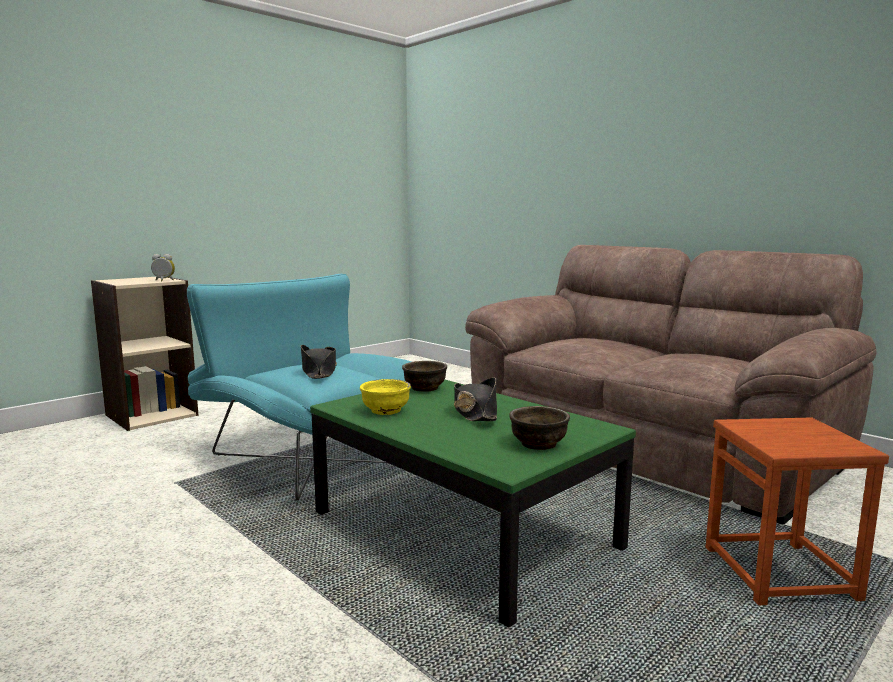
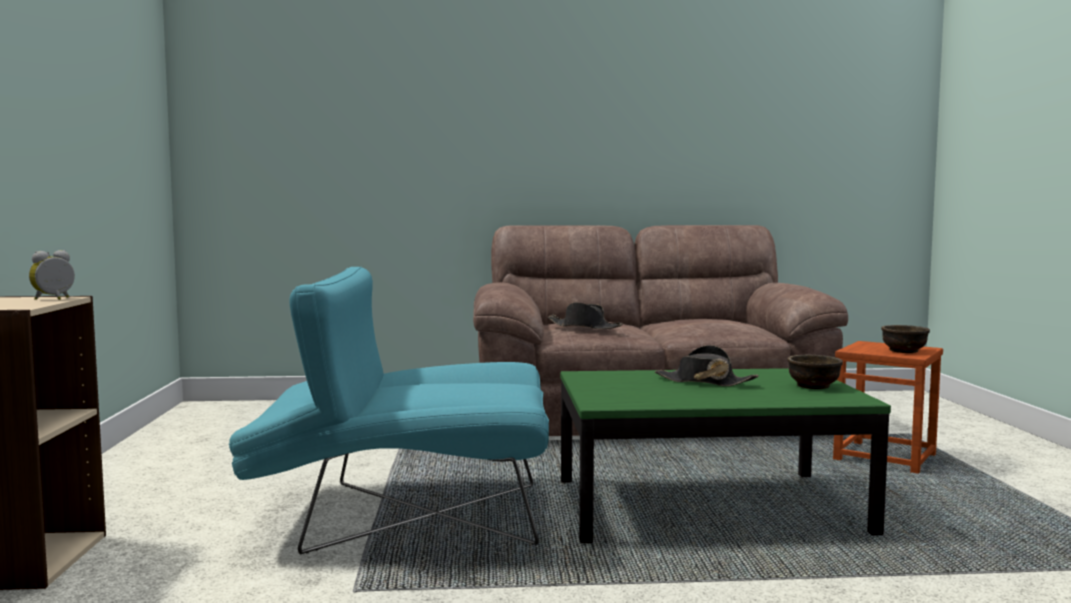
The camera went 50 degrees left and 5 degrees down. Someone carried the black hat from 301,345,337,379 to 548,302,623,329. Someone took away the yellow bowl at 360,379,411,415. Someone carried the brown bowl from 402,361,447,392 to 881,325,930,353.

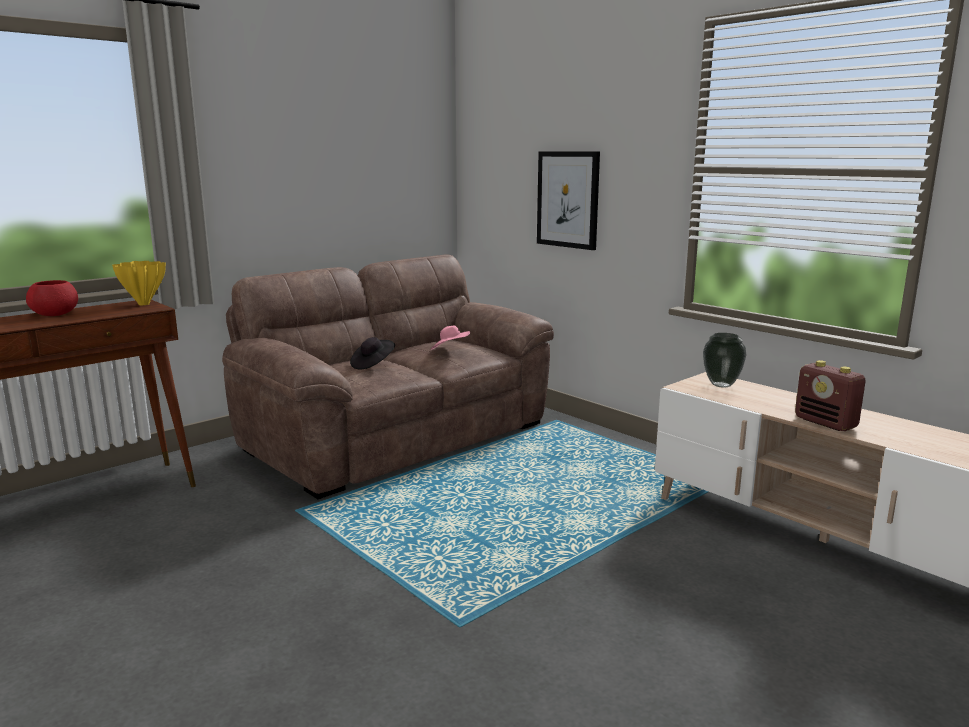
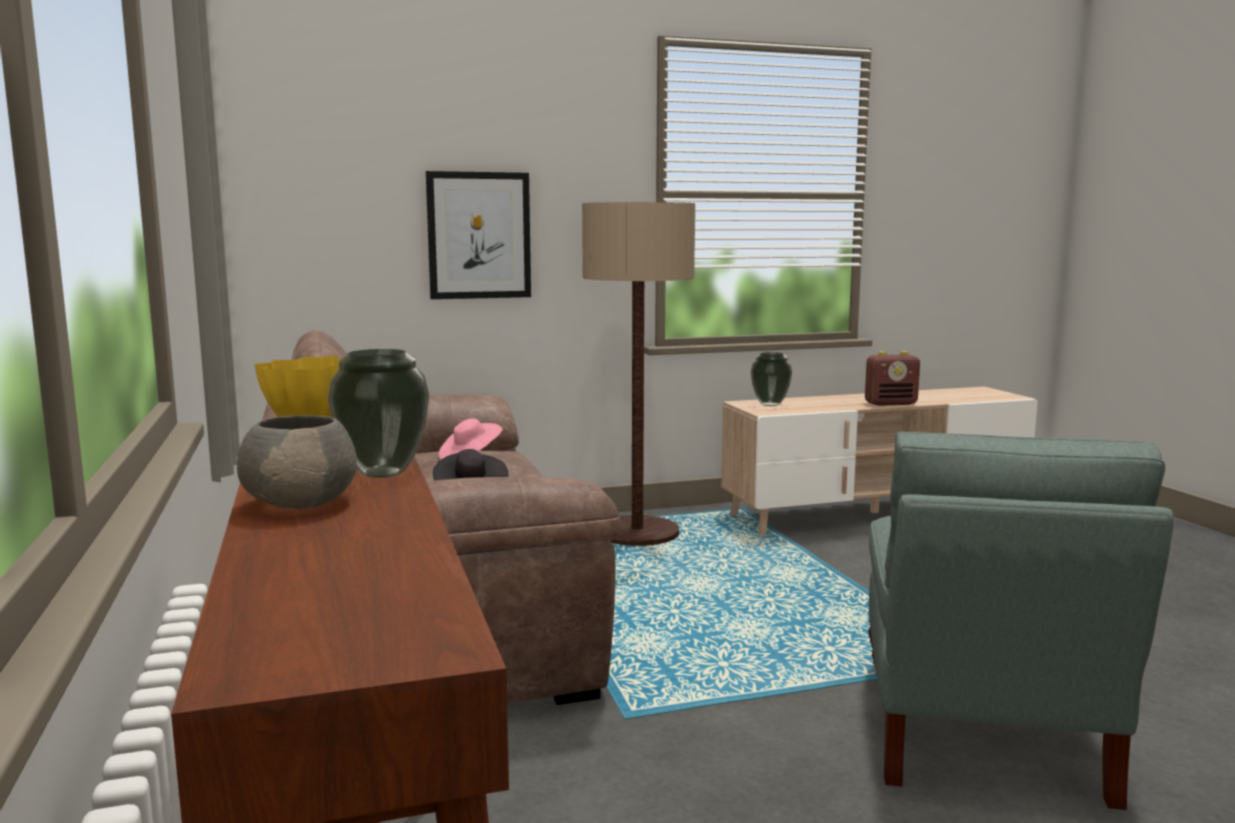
The camera went 65 degrees left and 5 degrees down. Someone repainted the red bowl at 26,280,78,316, which became the grey bowl at 237,415,357,509. Someone put down the vase at 328,349,429,478. Someone put down the floor lamp at 582,202,695,546. Someone put down the grey armchair at 868,432,1173,810.

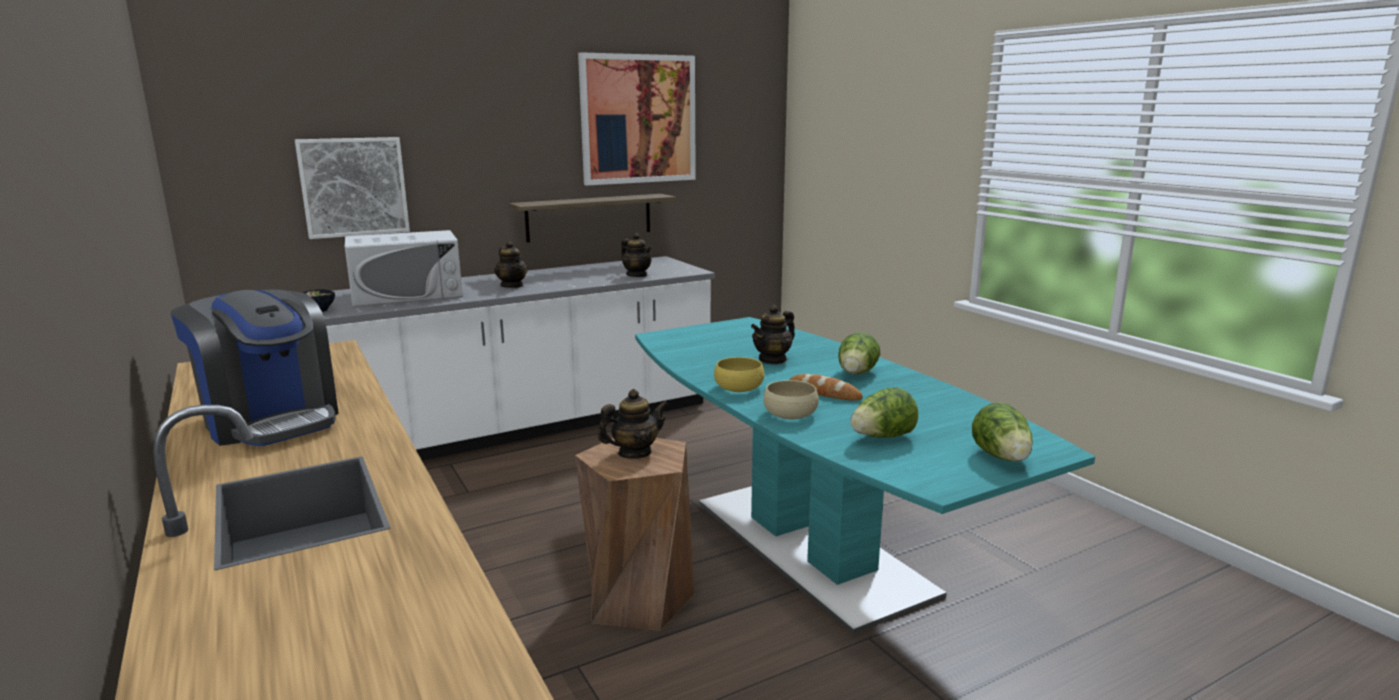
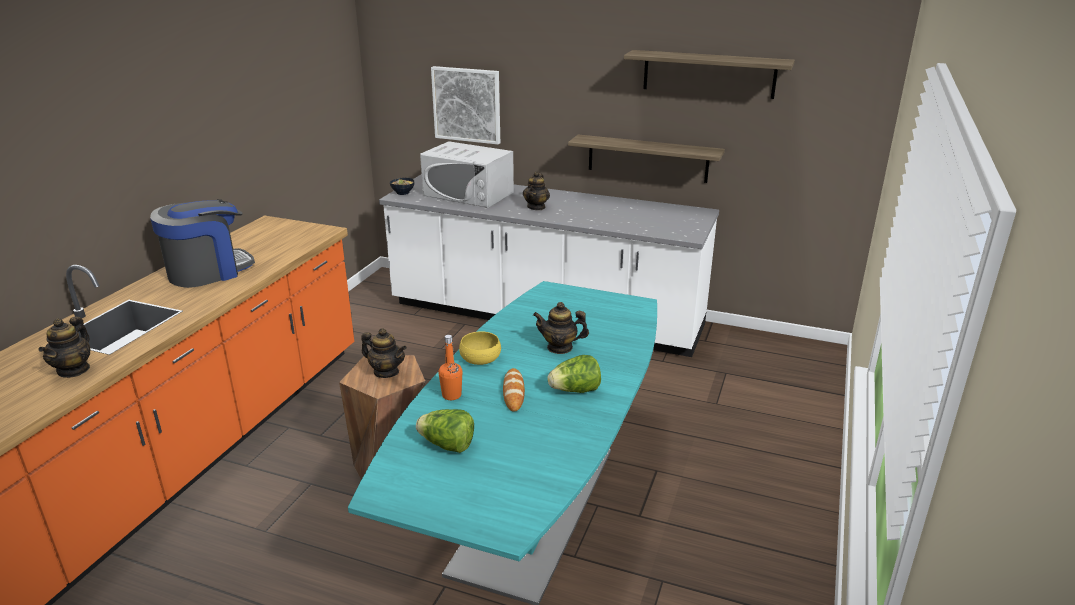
The camera went 50 degrees right and 10 degrees up. Someone rotated the coffee machine at 171,290,339,446 by 135 degrees counterclockwise. Someone swapped the picture at 578,52,696,186 for the shelf at 624,50,795,99. Someone carried the teapot from 621,233,652,277 to 39,317,90,378. Someone swapped the beige bowl at 763,380,819,419 for the orange bottle at 438,335,462,400. Someone took away the lettuce at 972,402,1033,461.

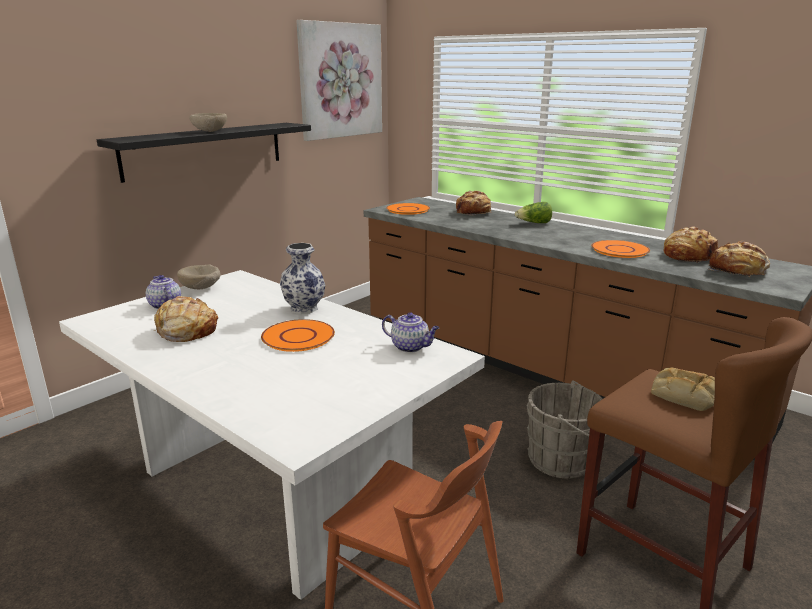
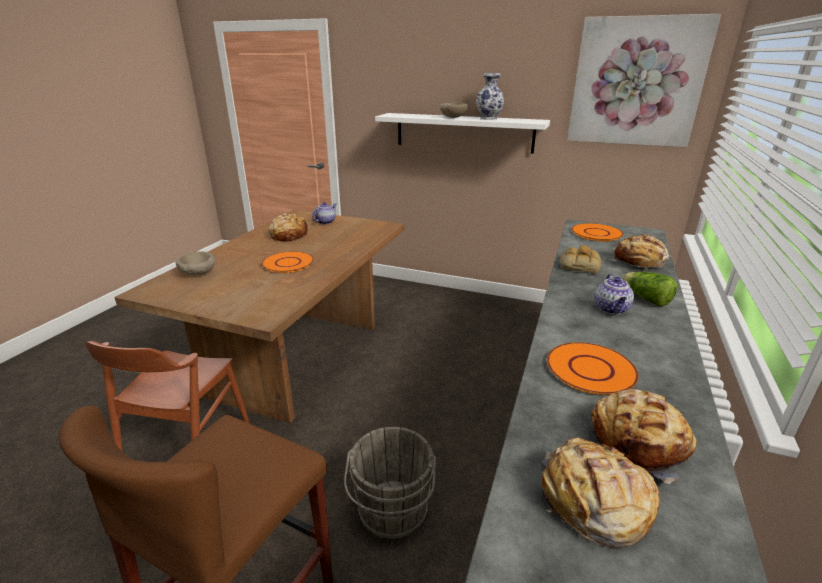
The camera went 70 degrees right and 5 degrees up. Someone repainted the white dining table at 59,270,485,600, which became the brown dining table at 114,210,404,423. Someone repainted the black shelf at 97,123,311,183, which became the white shelf at 375,113,550,154. Someone carried the beige bowl from 177,264,220,289 to 176,251,216,275. Someone carried the vase from 280,243,325,314 to 476,73,504,120. Someone carried the teapot from 382,312,439,353 to 595,274,634,314. Someone carried the bread from 651,368,715,411 to 560,245,602,274.

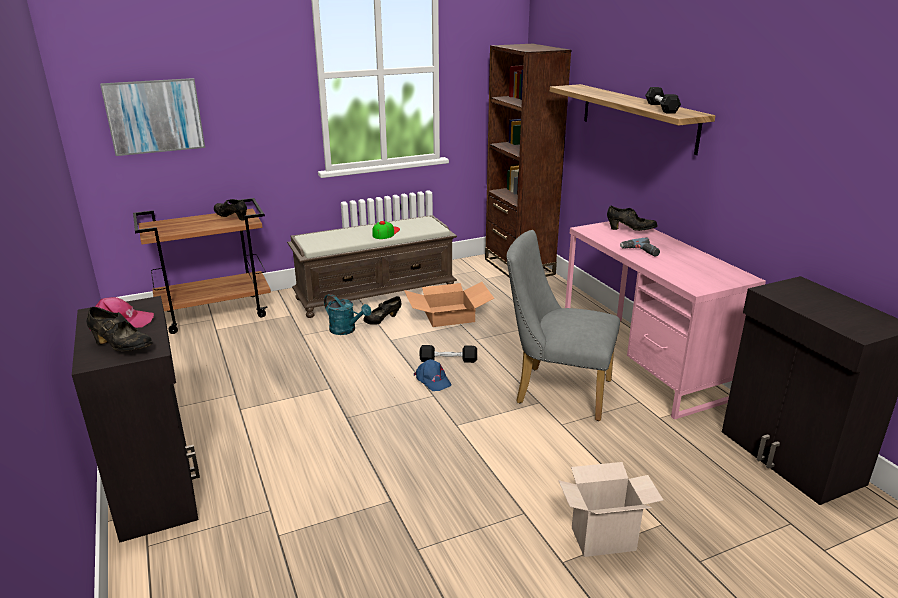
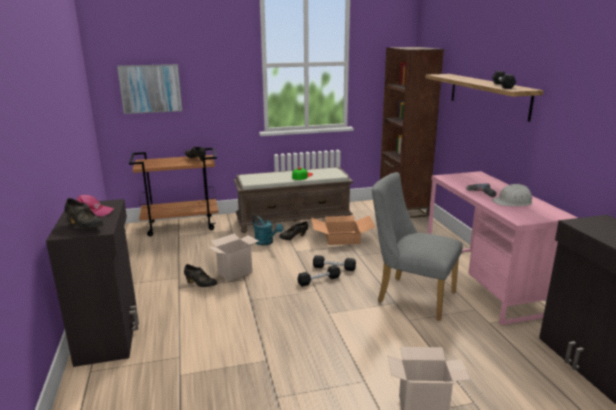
The camera went 10 degrees right and 5 degrees down. Someone swapped the blue cap at 414,359,451,391 for the black dumbbell at 297,265,341,287. Someone carried the black shoe from 607,205,658,231 to 184,264,217,287. Someone put down the cardboard box at 207,233,258,281. Someone put down the white hard hat at 492,184,532,206.

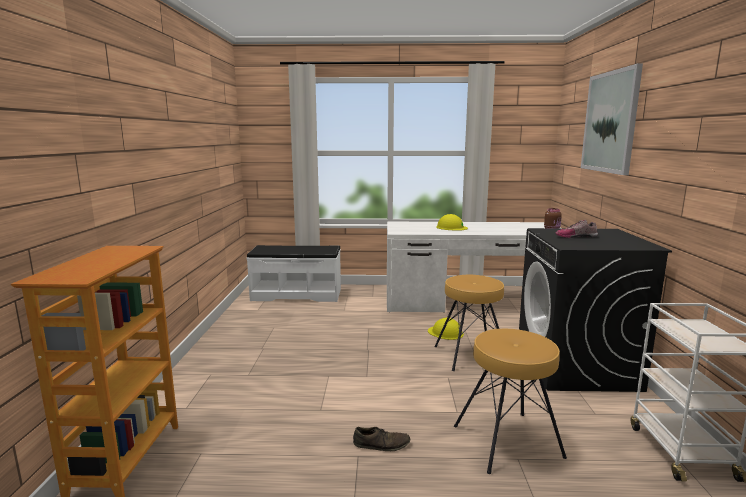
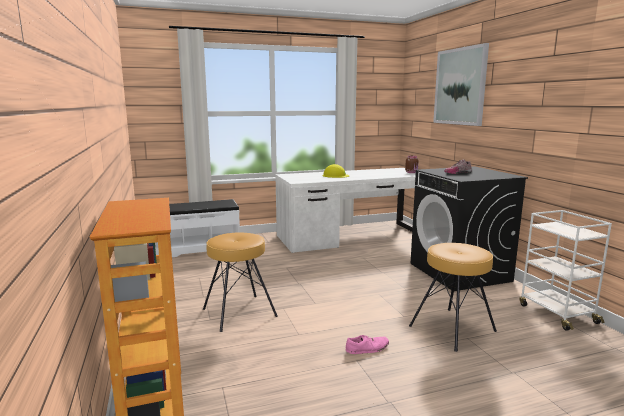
The camera went 20 degrees left and 0 degrees up. Someone repainted the brown shoe at 353,427,410,451, which became the pink shoe at 346,335,389,354. Someone took away the yellow hard hat at 428,318,464,340. Someone carried the brown stool from 434,275,504,371 to 203,232,278,332.

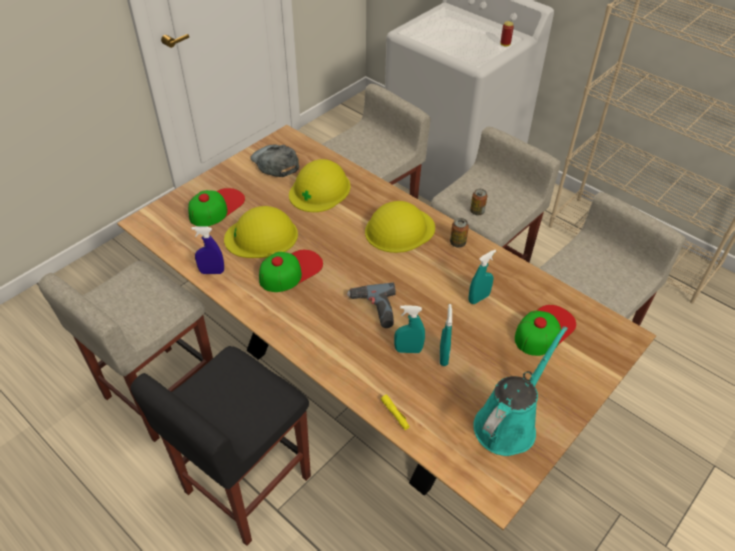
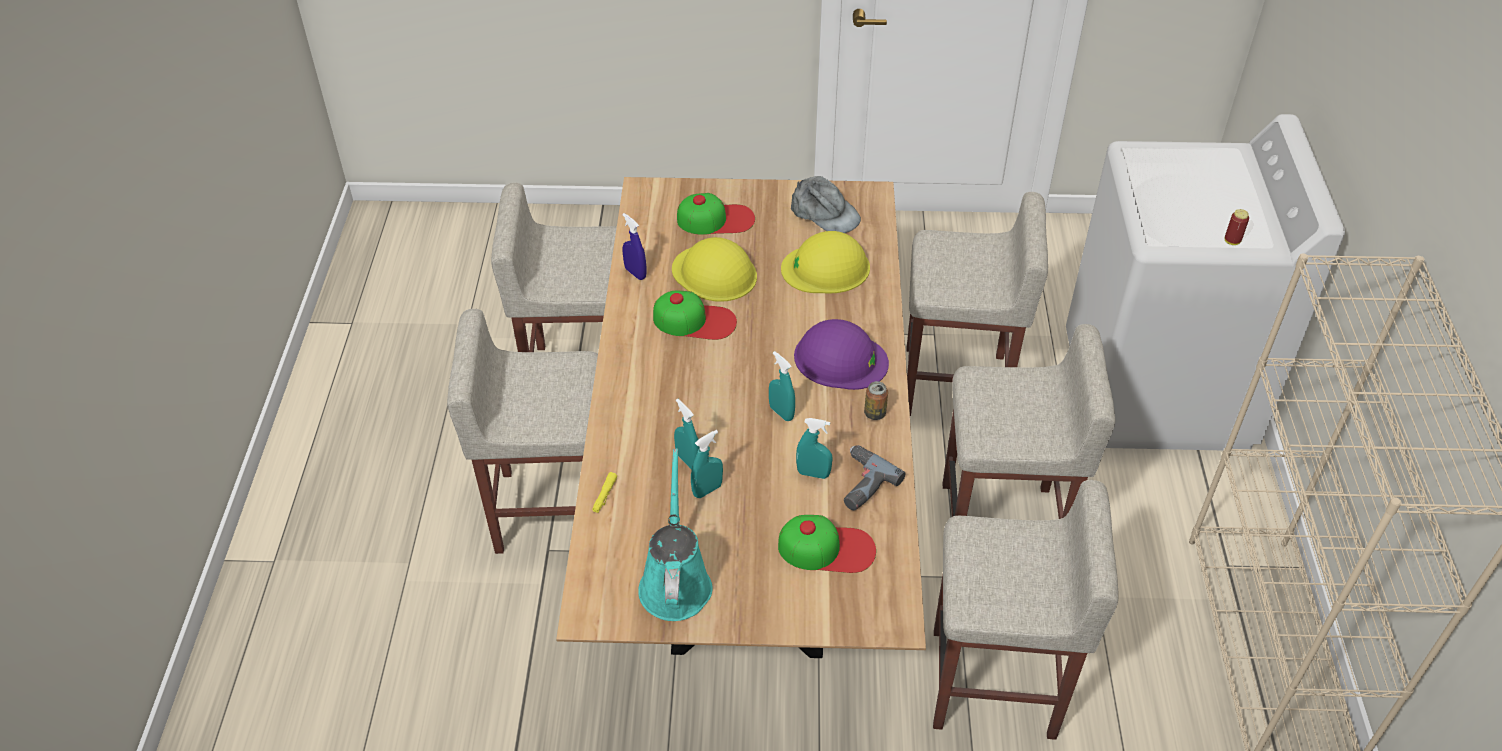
The camera went 50 degrees right and 0 degrees up. Someone repainted the black stool at 131,346,311,546, which became the beige stool at 447,309,598,554. Someone rotated the grey cap at 250,145,299,177 by 120 degrees clockwise. Someone carried the power drill from 347,283,396,328 to 844,445,906,510. Someone repainted the yellow hard hat at 365,201,435,253, which became the purple hard hat at 794,319,889,390. Someone took away the can at 470,189,487,215. Someone rotated the turquoise watering can at 473,326,568,456 by 90 degrees counterclockwise. Someone put down the turquoise spray bottle at 769,351,795,421.

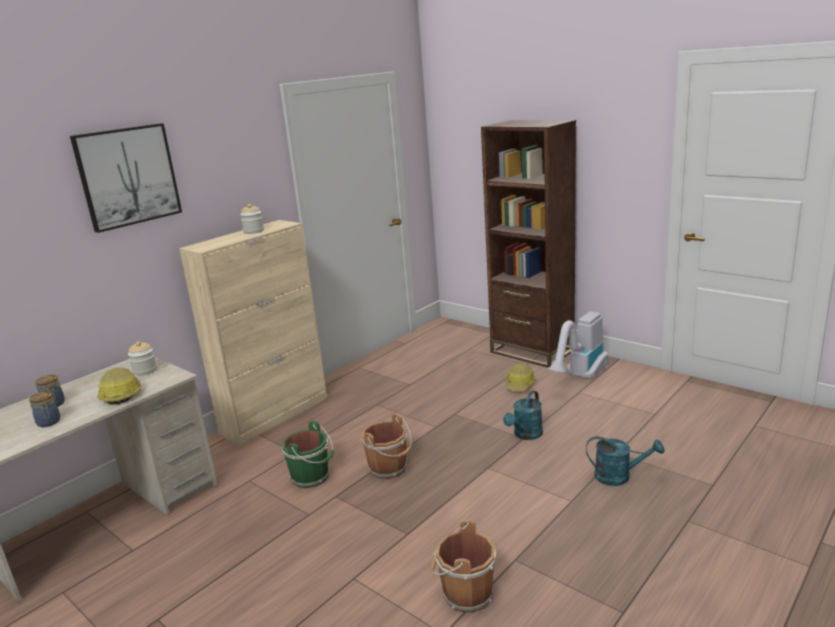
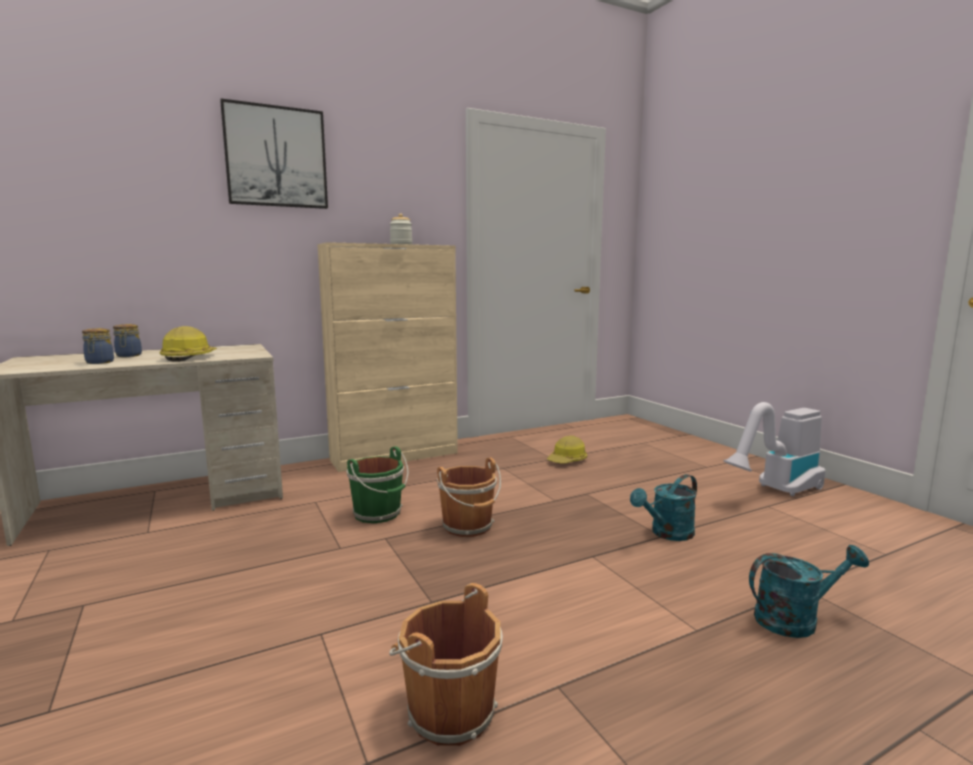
The camera went 20 degrees right and 10 degrees down. Someone took away the jar at 128,341,157,376. Someone took away the brown bookcase at 481,120,576,368. Someone carried the hard hat from 506,363,536,391 to 547,435,587,464. Someone rotated the turquoise watering can at 586,436,664,486 by 45 degrees counterclockwise.

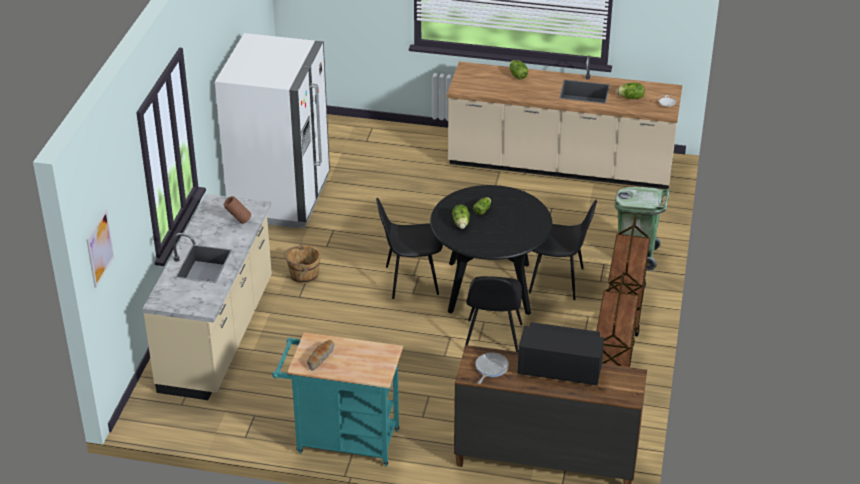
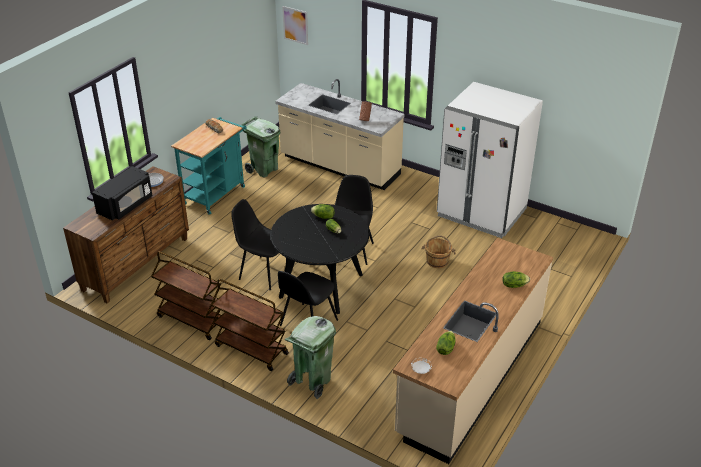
The camera went 110 degrees right and 0 degrees up. Someone carried the brown bucket from 284,244,321,284 to 421,236,456,268. Someone put down the green trash can at 242,116,280,177.

